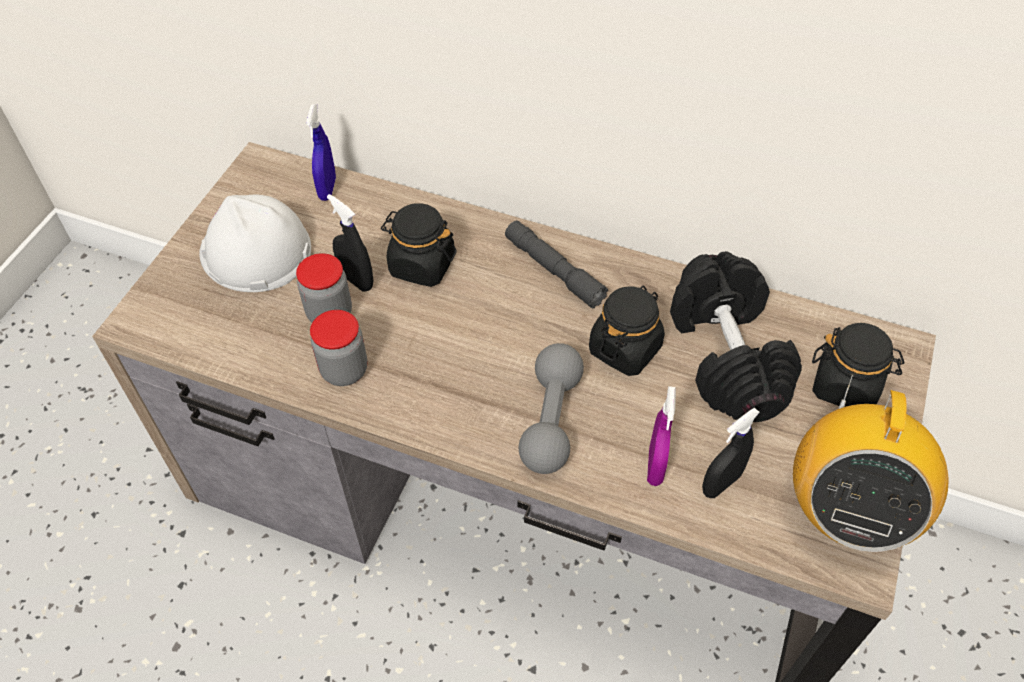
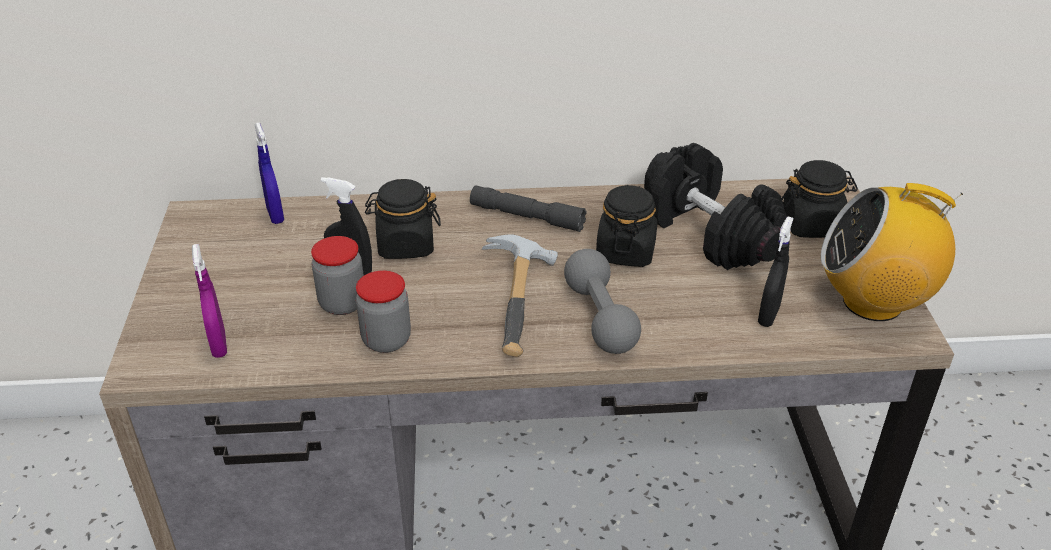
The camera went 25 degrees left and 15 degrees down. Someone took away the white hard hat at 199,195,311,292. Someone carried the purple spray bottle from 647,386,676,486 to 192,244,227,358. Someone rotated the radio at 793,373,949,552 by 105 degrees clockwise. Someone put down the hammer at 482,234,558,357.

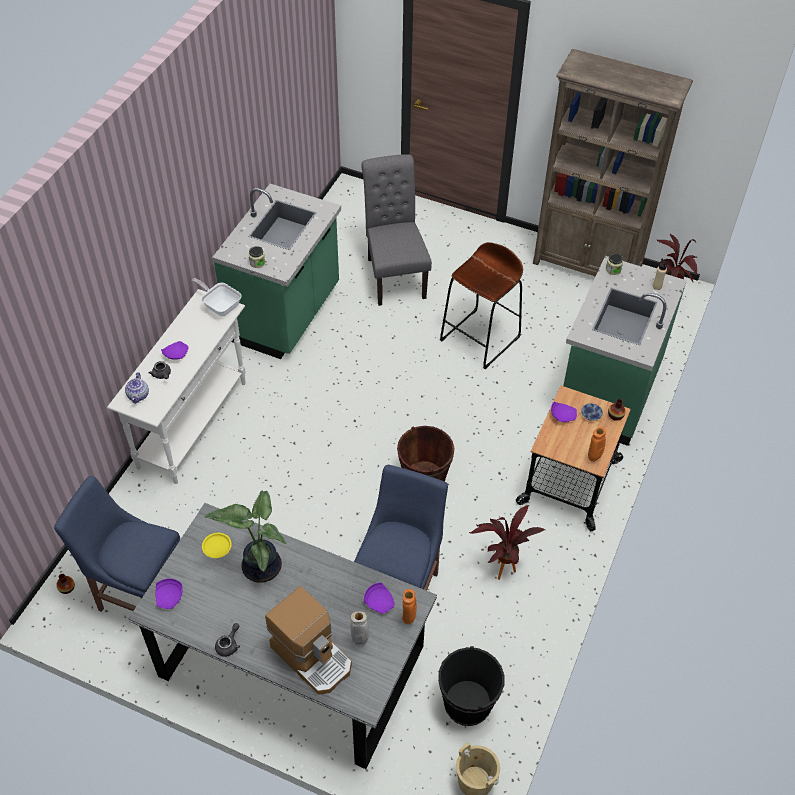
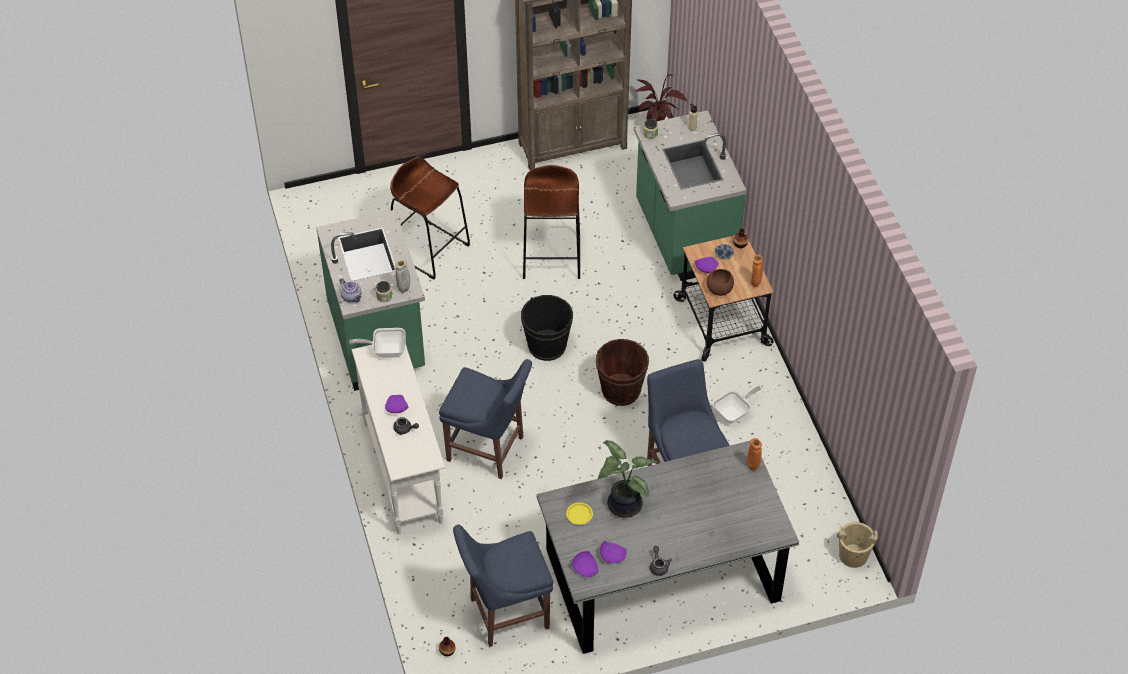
The camera went 40 degrees left and 0 degrees up. Someone carried the teapot from 125,372,149,404 to 340,278,362,302. Someone took away the coffee machine at 265,586,352,695. Someone carried the beige vase from 351,612,369,644 to 395,260,410,293. Someone swapped the grey chair at 361,154,432,306 for the brown stool at 390,158,470,280. Someone carried the purple plate from 364,583,395,614 to 600,541,627,563. Someone carried the black bucket from 438,646,504,726 to 521,295,573,361. Someone swapped the potted plant at 469,505,545,580 for the frying pan at 713,386,761,424. Someone put down the blue chair at 439,359,532,479. Someone put down the brown bowl at 707,269,734,296.

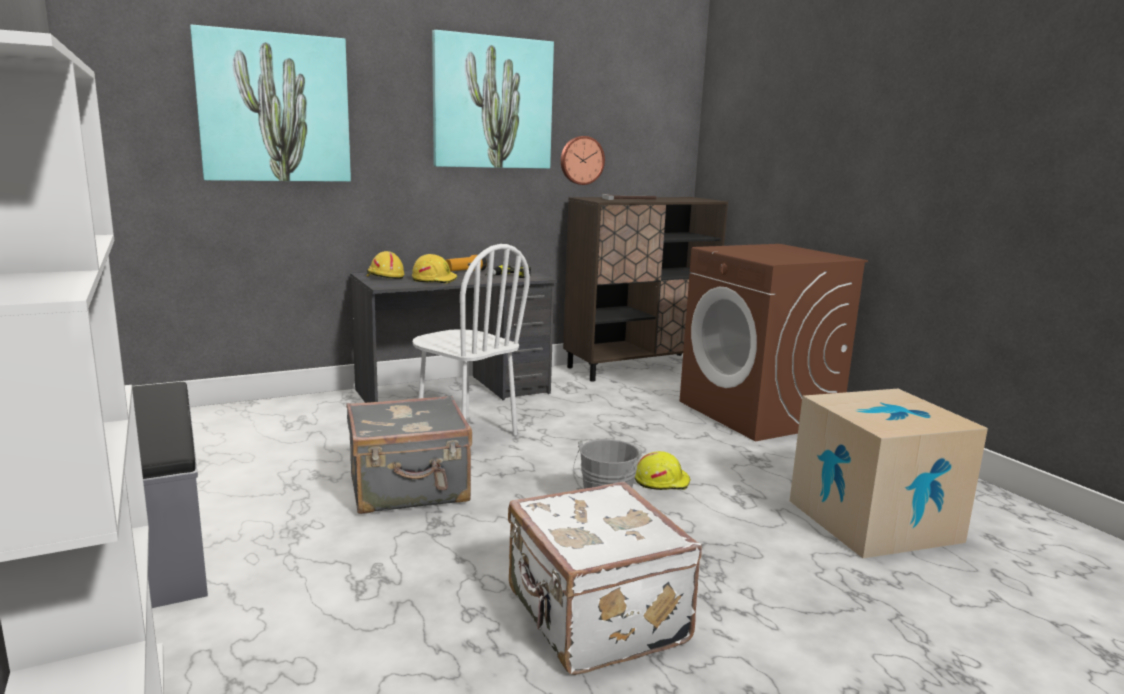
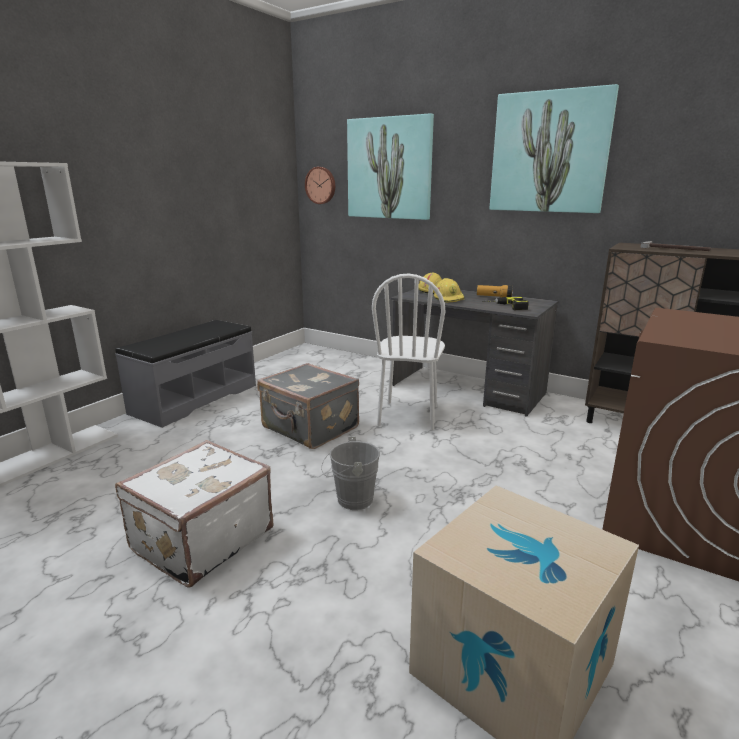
The camera went 60 degrees right and 5 degrees up. Someone carried the wall clock from 561,136,605,185 to 305,167,335,204. Someone took away the yellow hard hat at 635,451,691,490.

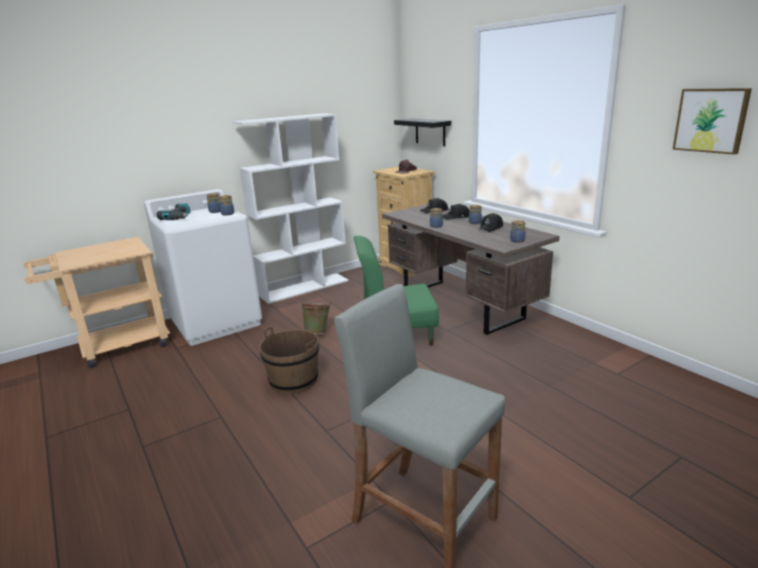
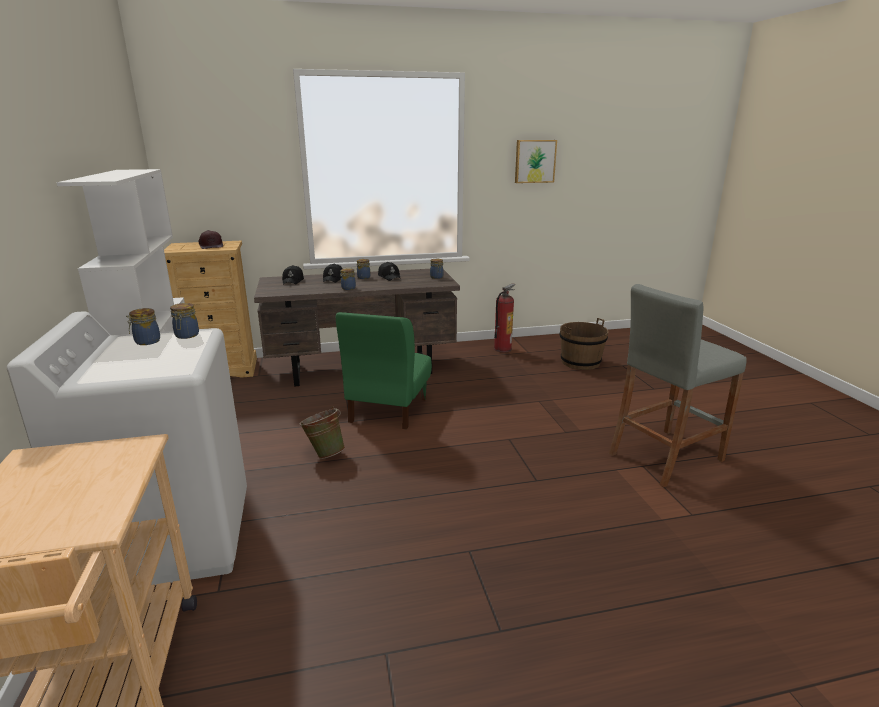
The camera went 70 degrees left and 0 degrees up. Someone took away the power drill at 156,203,190,220. Someone carried the brown bucket from 259,326,319,394 to 560,318,608,370. Someone took away the black shelf at 394,118,451,146. Someone put down the fire extinguisher at 494,284,515,352.

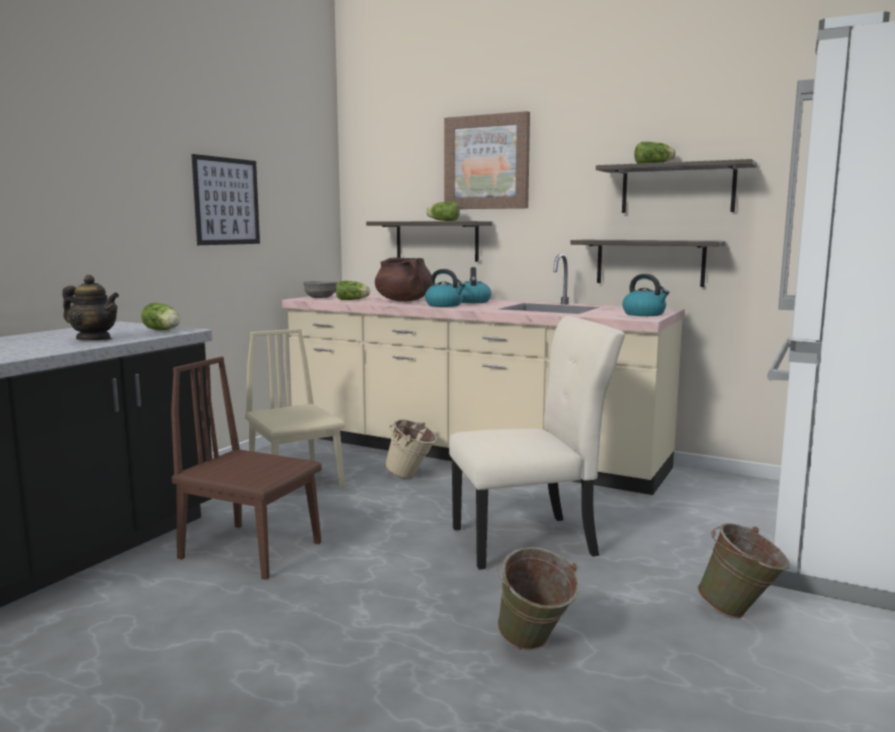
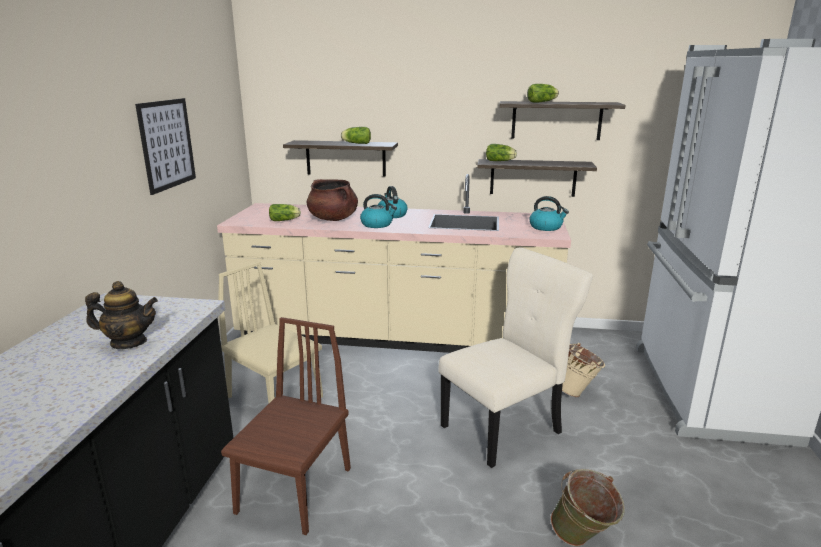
The camera went 20 degrees left and 10 degrees up. Someone carried the lettuce from 141,303,180,330 to 486,144,517,161. Someone rotated the brown chair at 171,357,322,580 by 105 degrees clockwise. Someone took away the grey bowl at 303,281,338,298. Someone carried the beige bucket from 385,419,437,479 to 562,343,605,397. Someone took away the picture at 444,111,530,209. Someone took away the green bucket at 697,523,790,618.

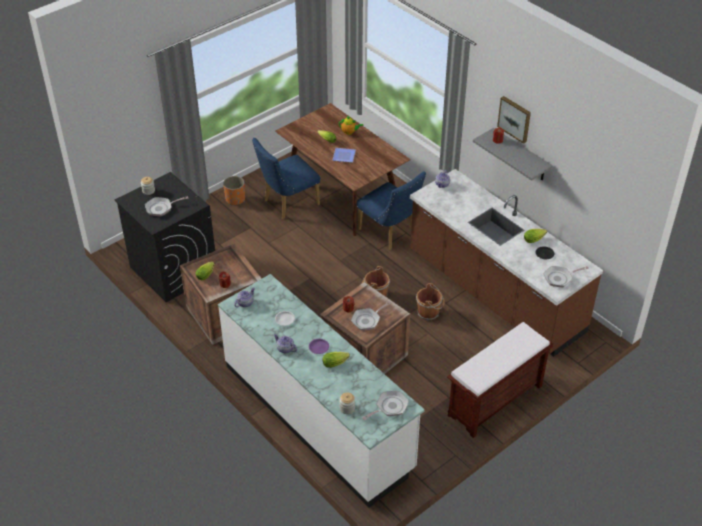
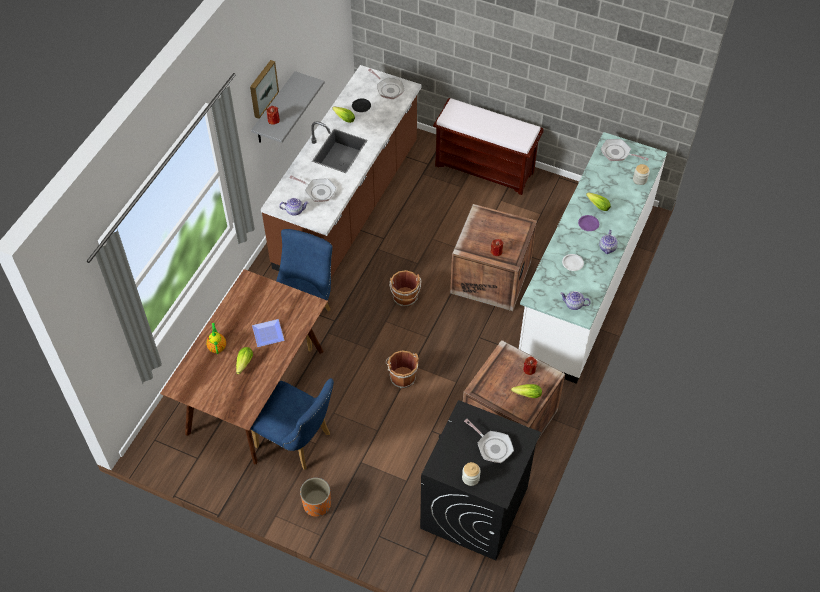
The camera went 115 degrees left and 10 degrees up. Someone carried the frying pan from 351,301,391,330 to 289,176,337,202. Someone carried the brown bucket from 416,283,444,320 to 386,350,419,388.

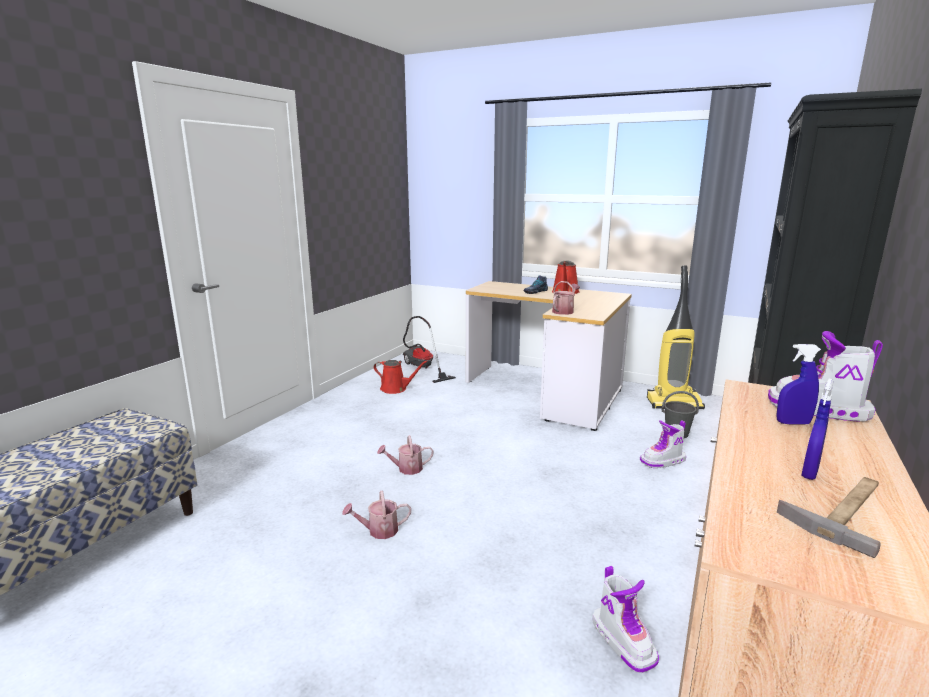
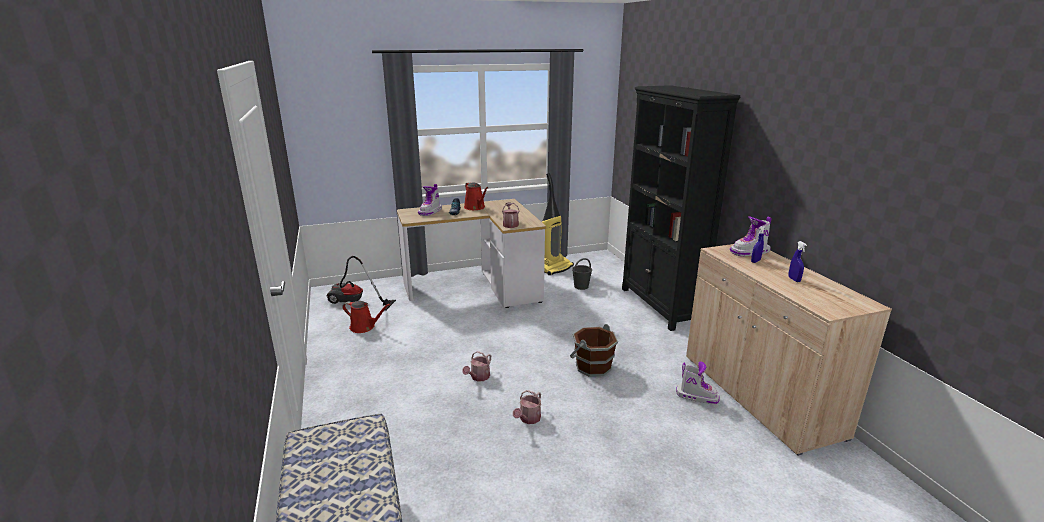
The camera went 45 degrees left and 5 degrees up. Someone rotated the red watering can at 373,360,428,394 by 45 degrees clockwise. Someone carried the boot from 640,420,686,468 to 418,184,442,216. Someone took away the hammer at 777,477,880,558. Someone put down the brown bucket at 570,324,618,377.

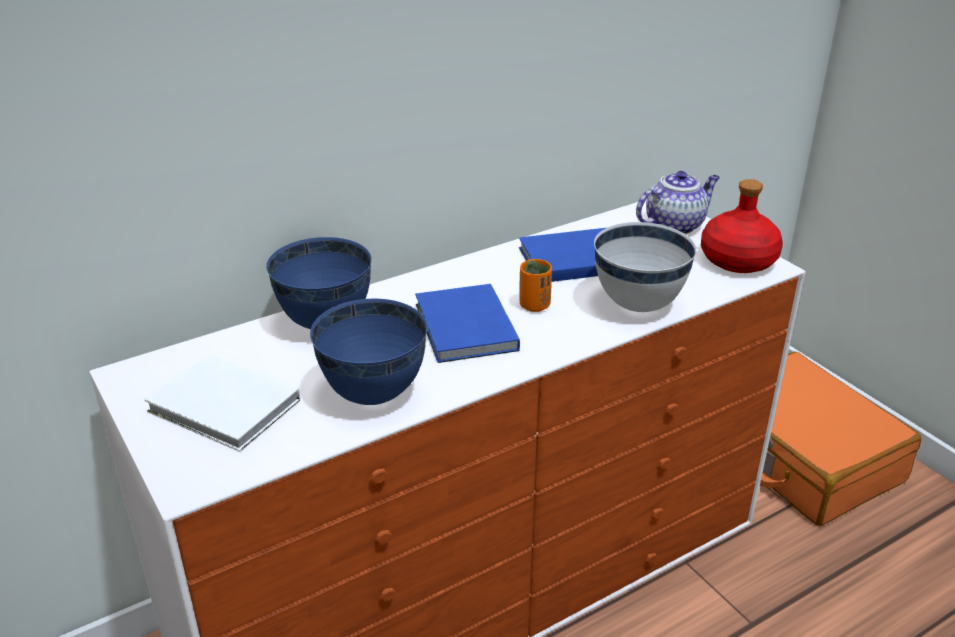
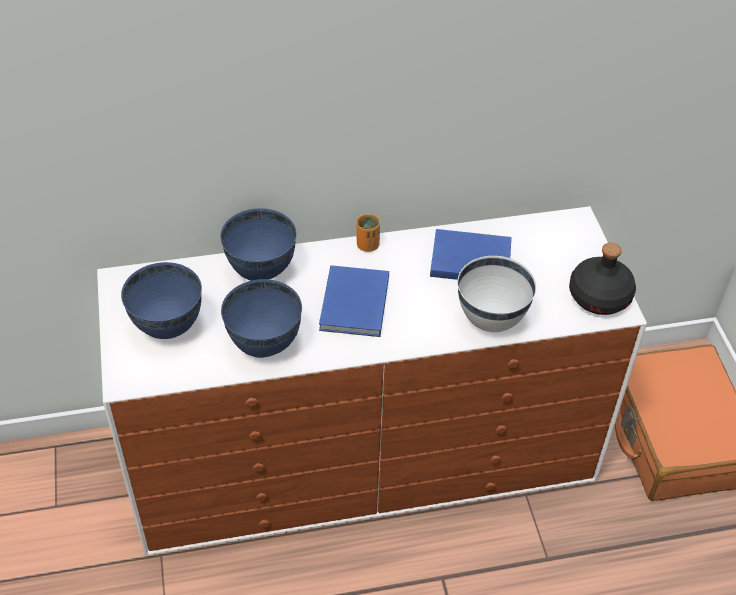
The camera went 20 degrees right and 15 degrees up. Someone swapped the white book at 144,354,300,452 for the blue bowl at 121,262,202,339. Someone carried the orange cup from 519,259,552,312 to 356,214,380,252. Someone took away the teapot at 636,171,720,234. Someone repainted the red bottle at 701,179,783,273, which became the black bottle at 569,243,636,315.

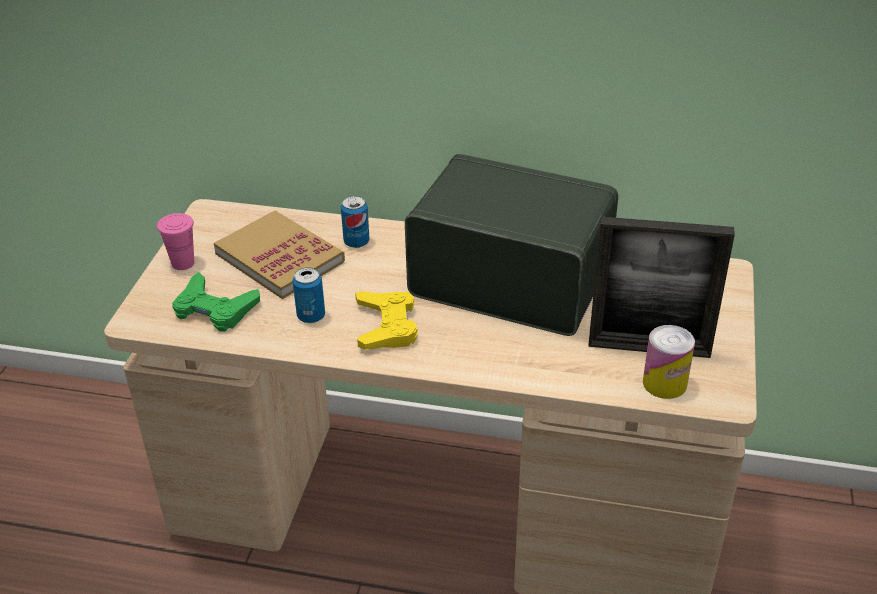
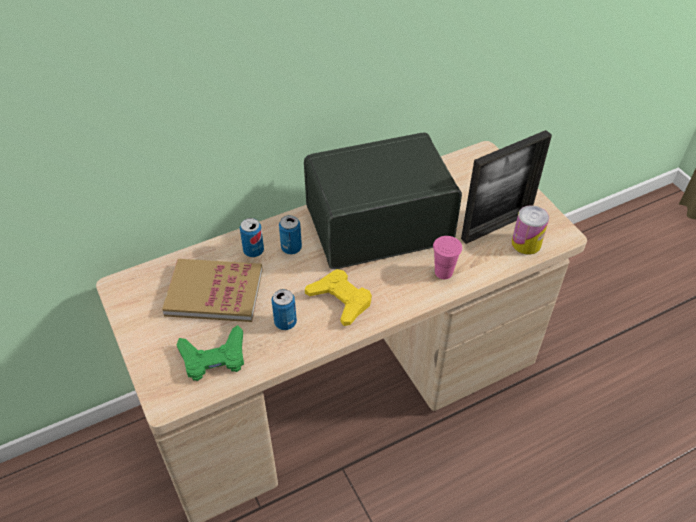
The camera went 40 degrees left and 10 degrees up. Someone carried the pink cup from 157,213,194,270 to 433,236,462,279. Someone put down the can at 279,215,302,254.

